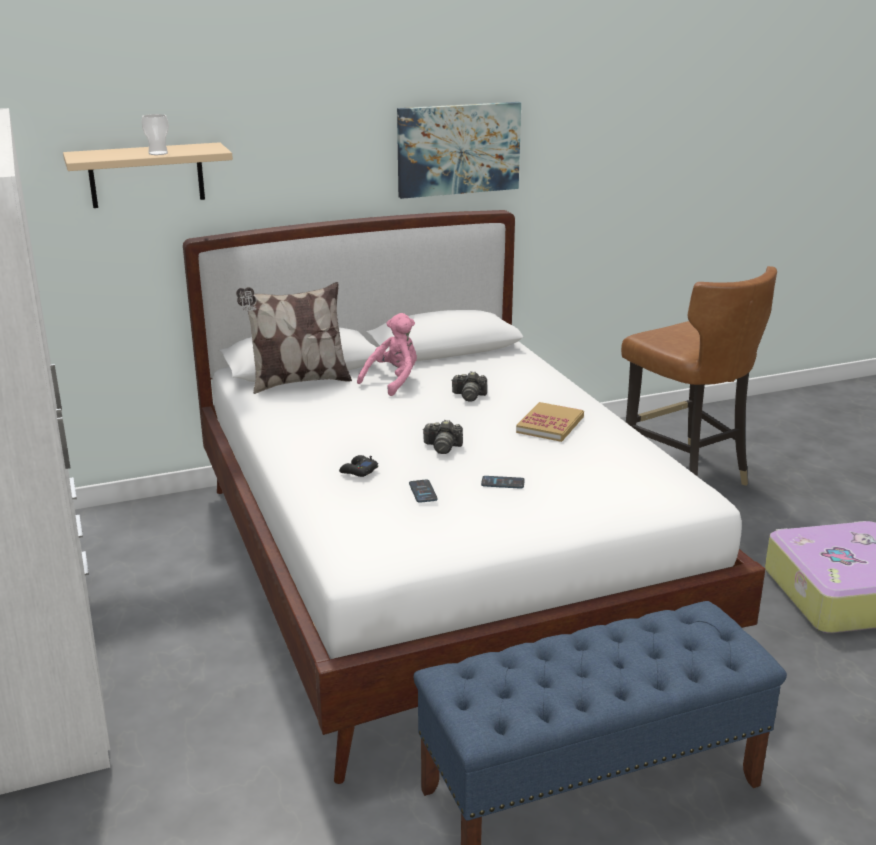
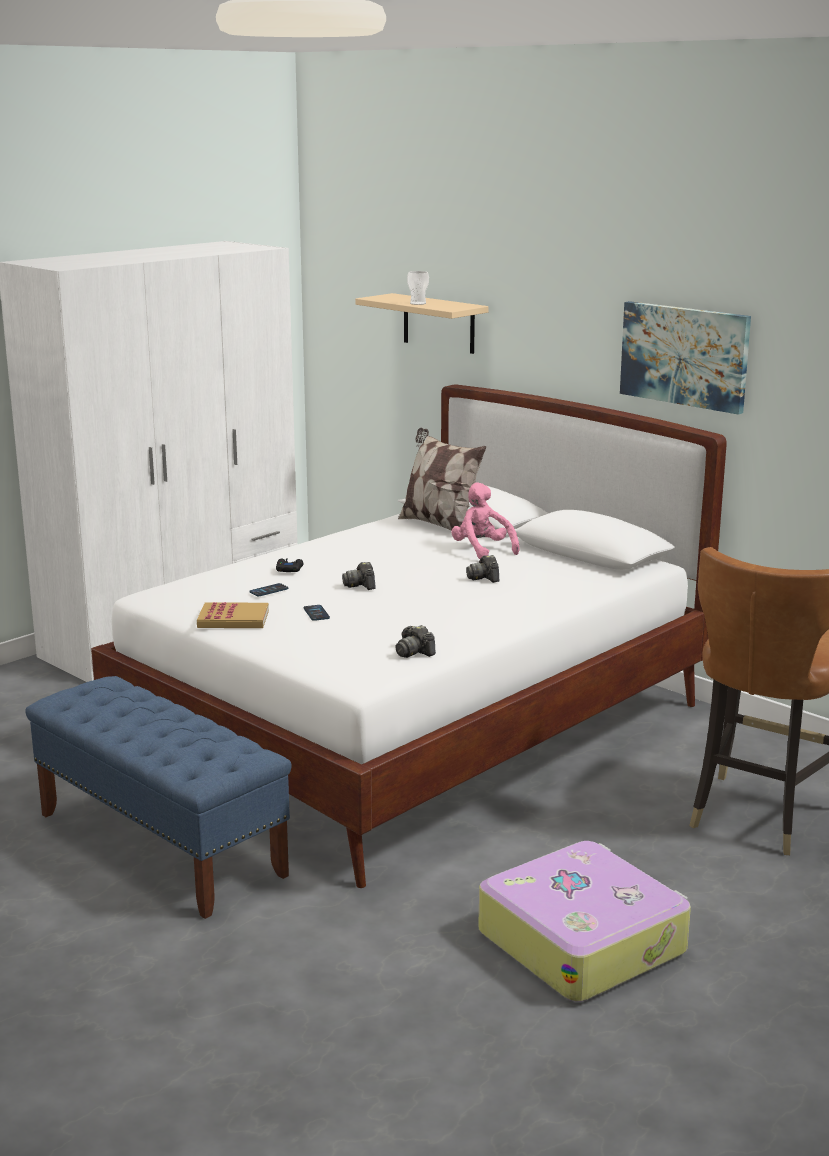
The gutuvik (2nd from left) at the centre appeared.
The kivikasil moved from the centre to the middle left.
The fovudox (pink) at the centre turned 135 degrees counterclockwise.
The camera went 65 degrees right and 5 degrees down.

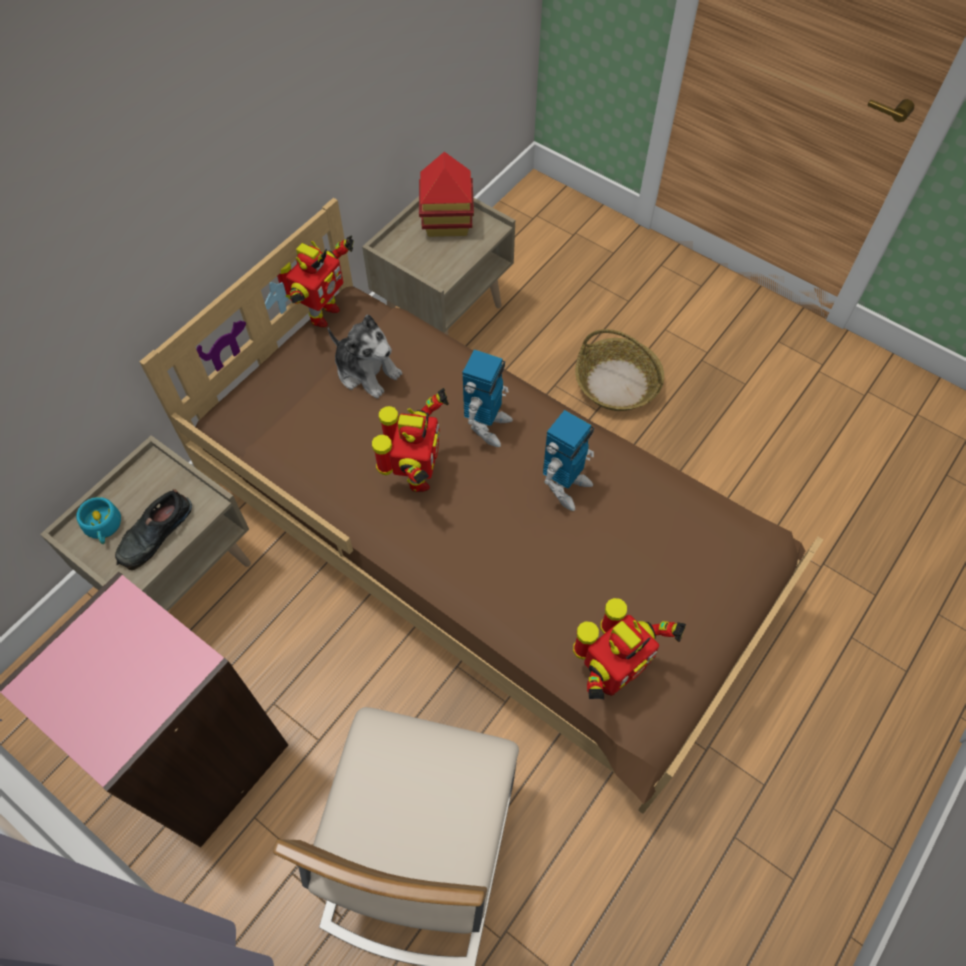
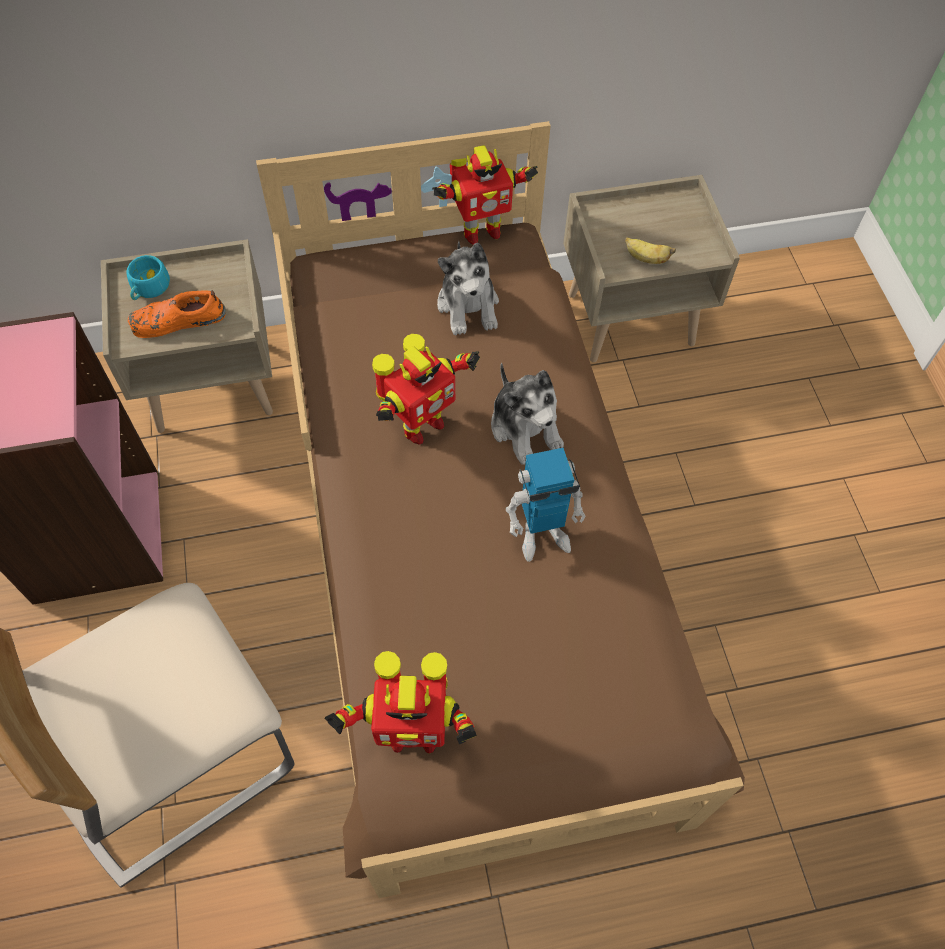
The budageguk at the top centre disappeared.
The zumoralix at the centre disappeared.
The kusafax at the top right appeared.
The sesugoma (3rd from left) at the centre was replaced by the fovudox (2nd from left) at the centre.
The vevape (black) at the middle left became the vevape (orange) at the top left.
The camera went 40 degrees right and 0 degrees up.

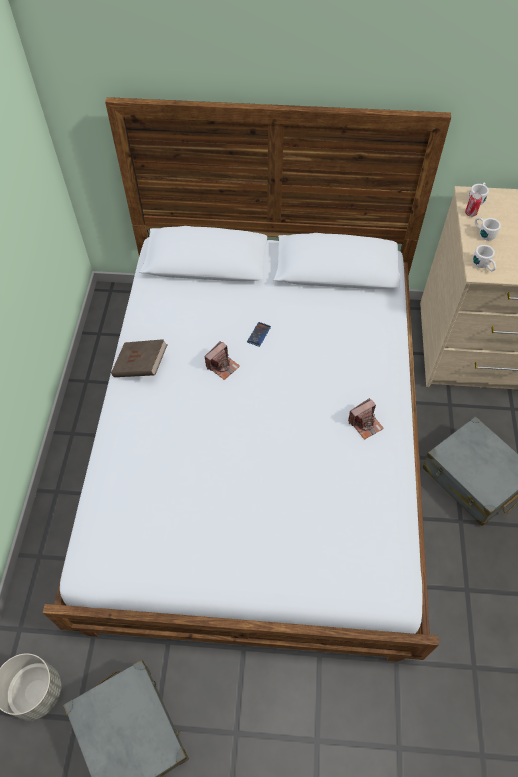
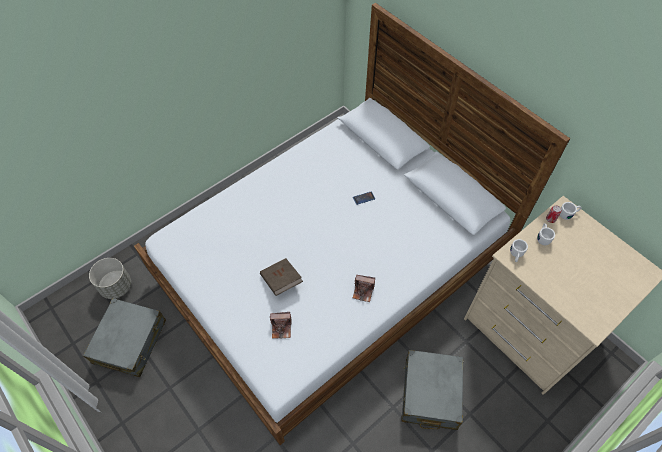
The kivikasil (brown) moved from the middle left to the centre.
The gutuvik (1st from left) moved from the centre to the bottom centre.
The camera went 45 degrees right and 0 degrees up.

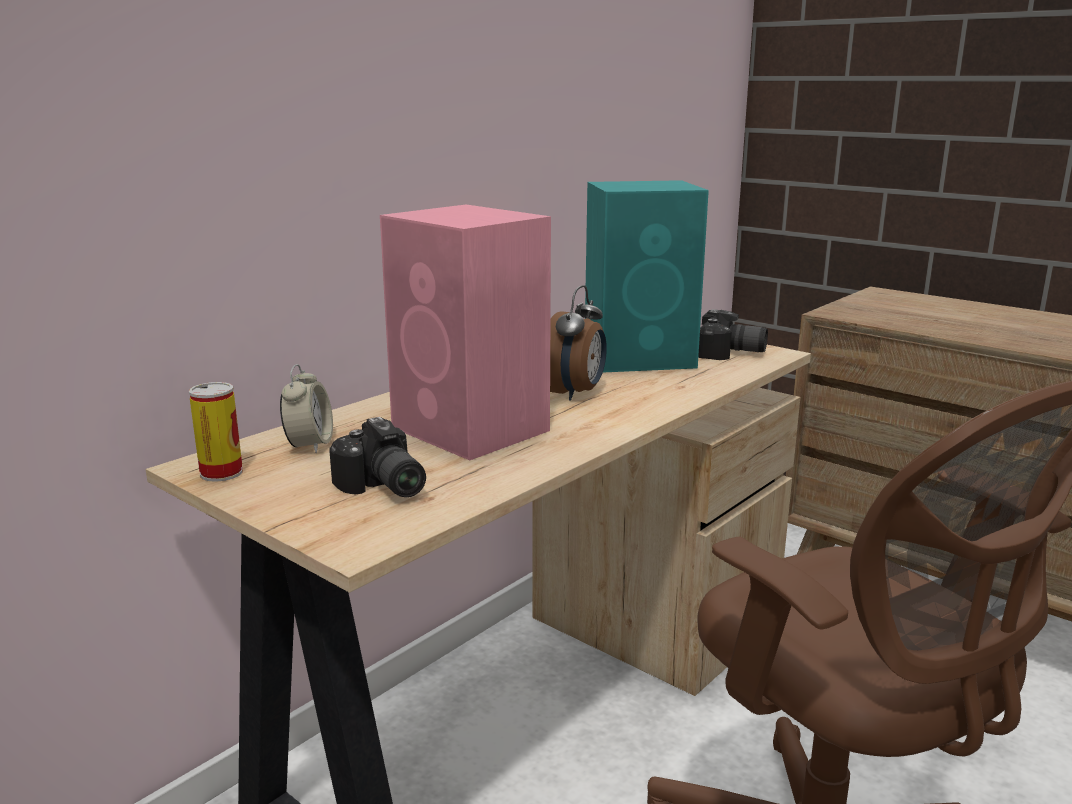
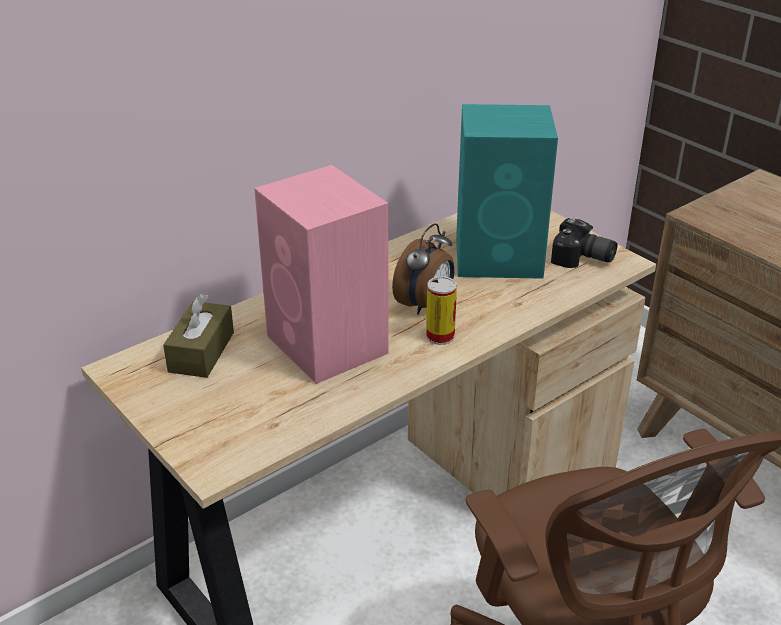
The gutuvik (1st from left) at the centre disappeared.
The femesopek moved from the middle left to the centre.
The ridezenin (1st from left) at the middle left was replaced by the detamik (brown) at the middle left.
The camera went 10 degrees right and 15 degrees up.

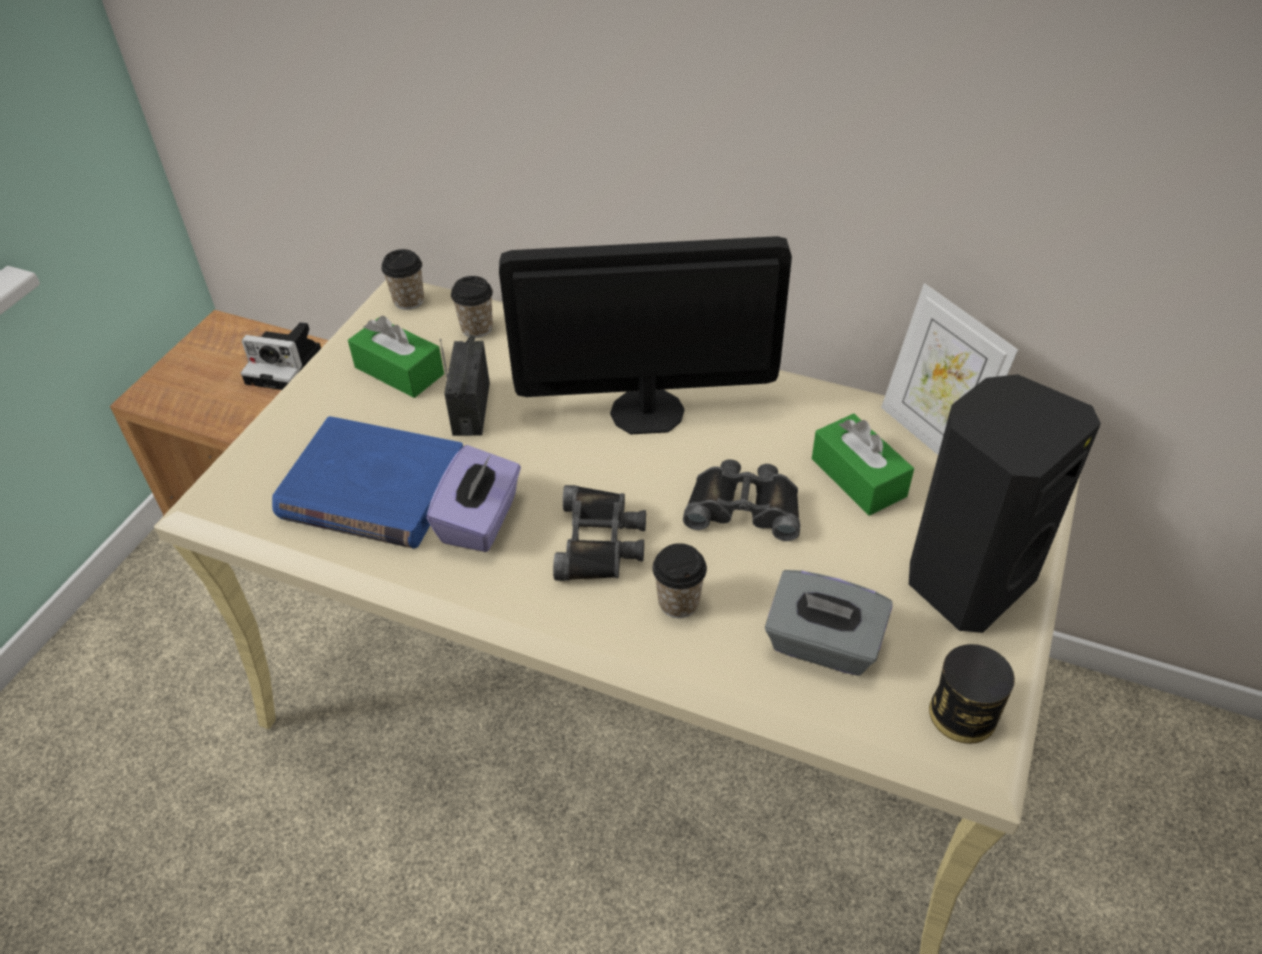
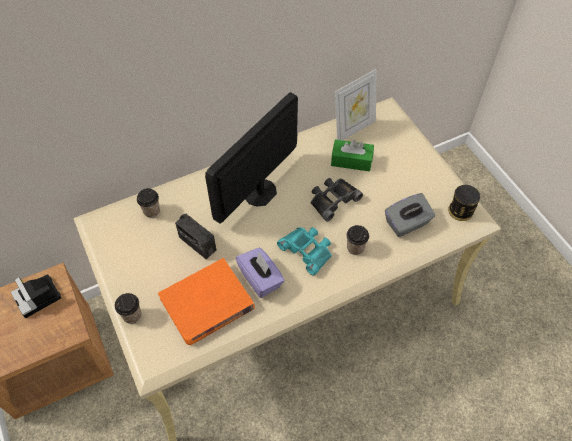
The detamik (green) (1st from left) at the middle left disappeared.
The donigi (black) at the middle right disappeared.
The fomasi (1st from left) moved from the top left to the bottom left.
The kivikasil (blue) at the middle left became the kivikasil (orange) at the bottom centre.
The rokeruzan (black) (1st from left) at the centre became the rokeruzan (turquoise) at the centre.
The gutuvik at the middle left turned 90 degrees clockwise.
The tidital at the middle right turned 45 degrees counterclockwise.
The camera went 50 degrees left and 10 degrees up.

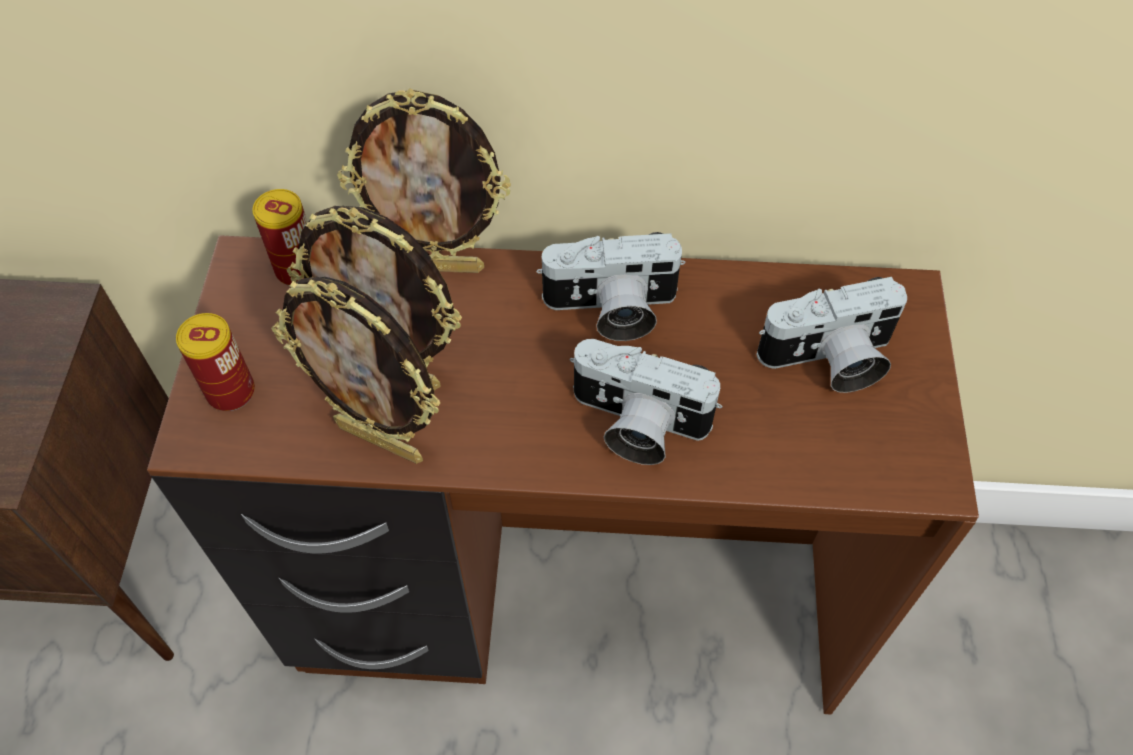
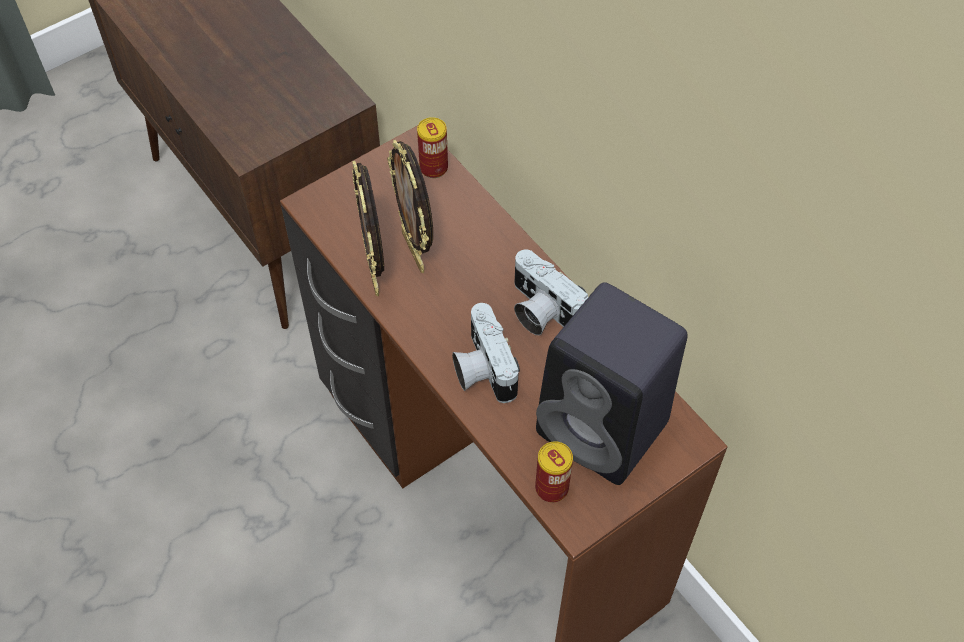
The tidital (3rd from left) at the top centre disappeared.
The femesopek (1st from left in the first image) moved from the middle left to the bottom centre.
The gutuvik (3rd from left) at the middle right was replaced by the donigi (black) at the centre.
The camera went 50 degrees right and 0 degrees up.

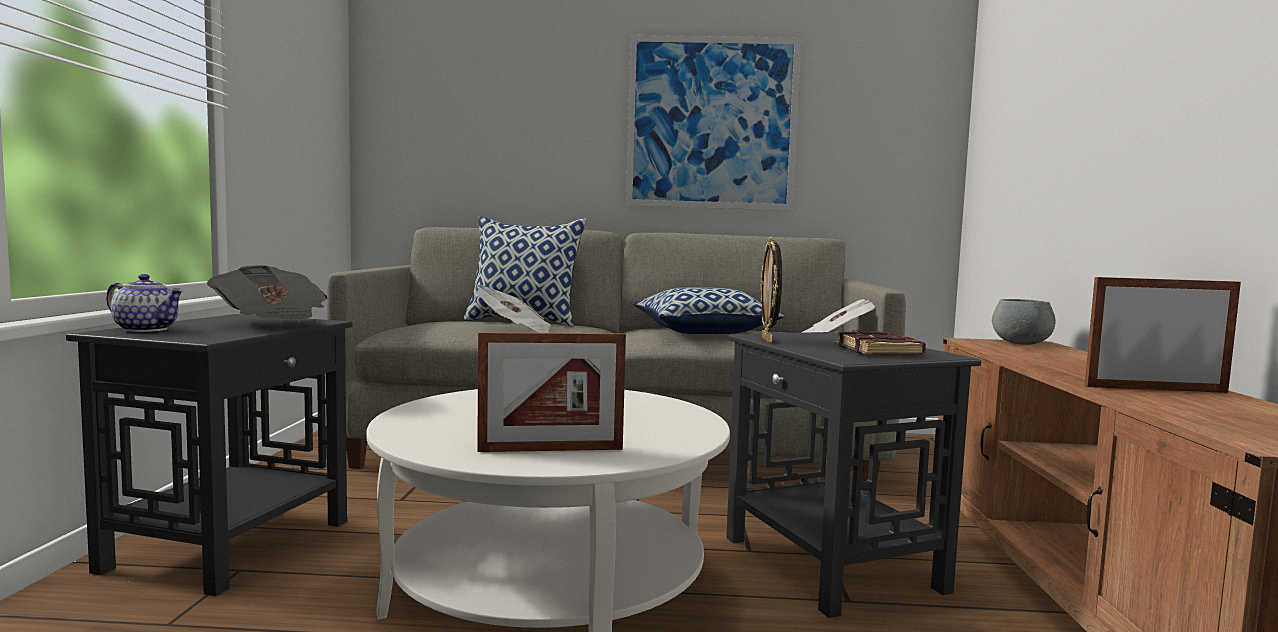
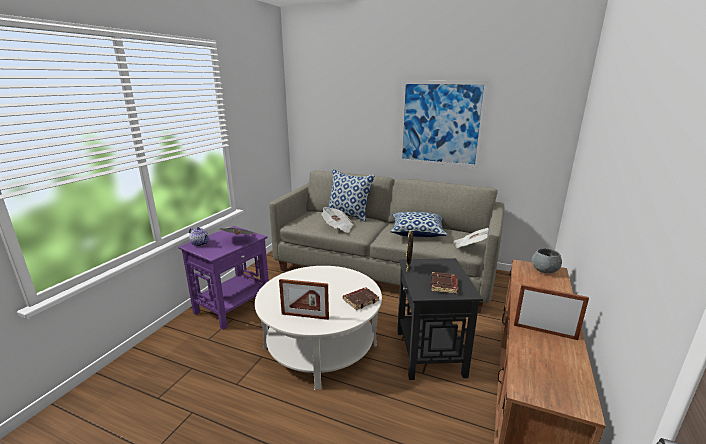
The kivikasil (brown) (1st from left) at the bottom centre appeared.
The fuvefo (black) (1st from left) at the bottom left became the fuvefo (purple) at the middle left.
The camera went 20 degrees right and 15 degrees up.

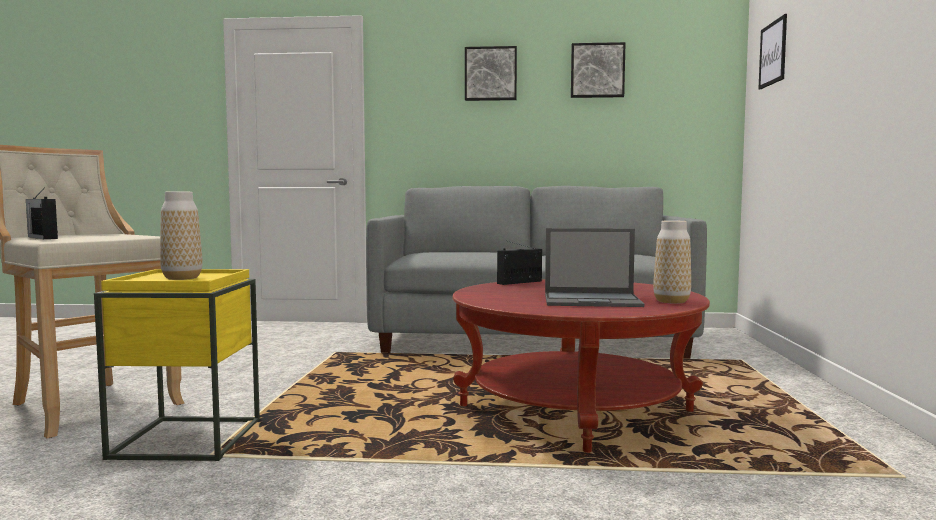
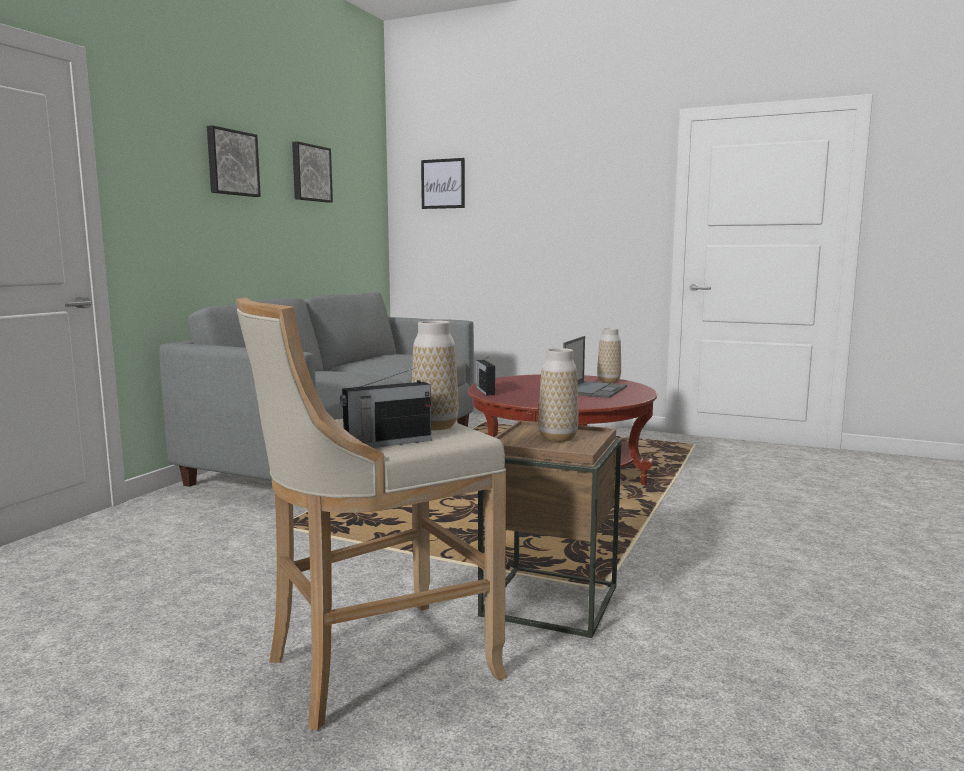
The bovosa (1st from left) at the centre appeared.
The fuvefo (yellow) at the bottom left became the fuvefo (brown) at the bottom centre.
The camera went 70 degrees left and 5 degrees up.

